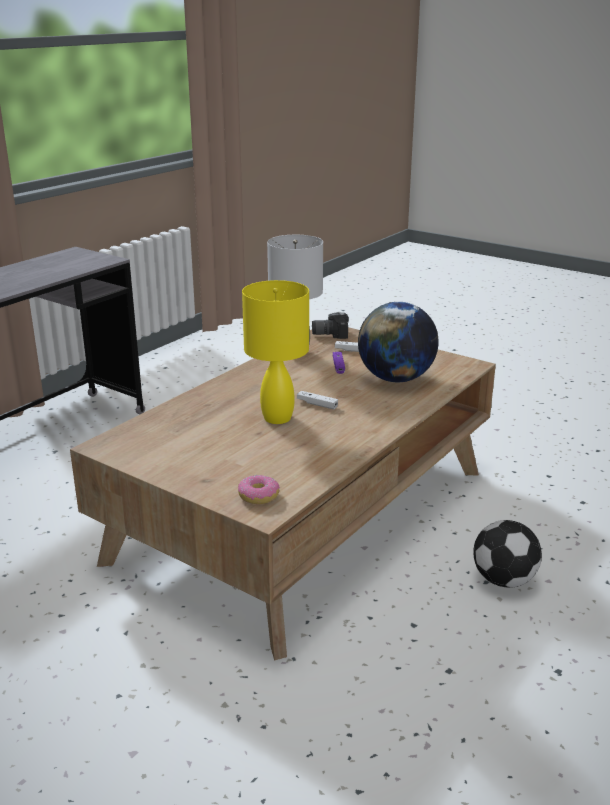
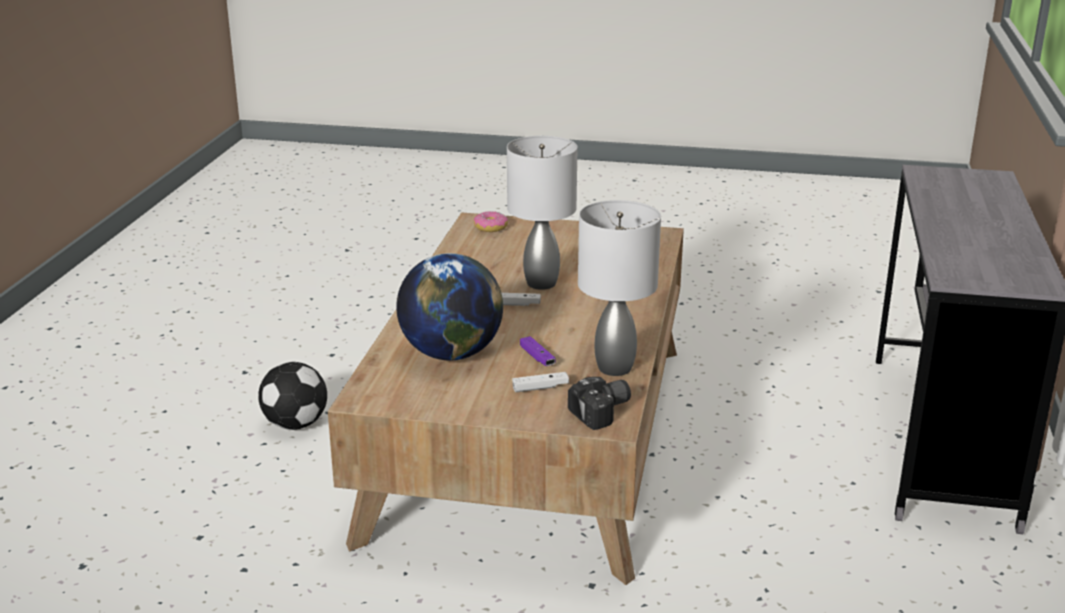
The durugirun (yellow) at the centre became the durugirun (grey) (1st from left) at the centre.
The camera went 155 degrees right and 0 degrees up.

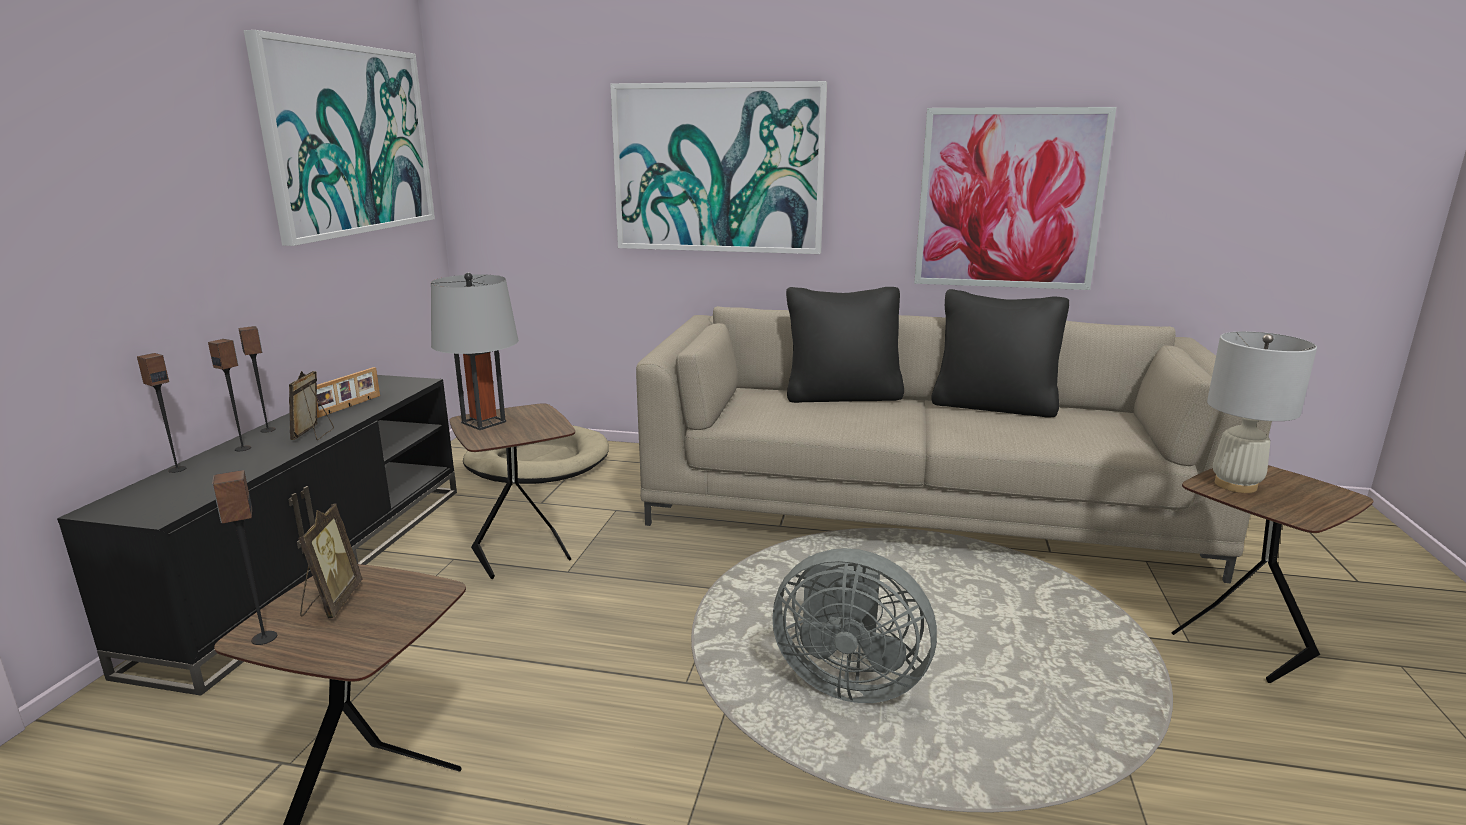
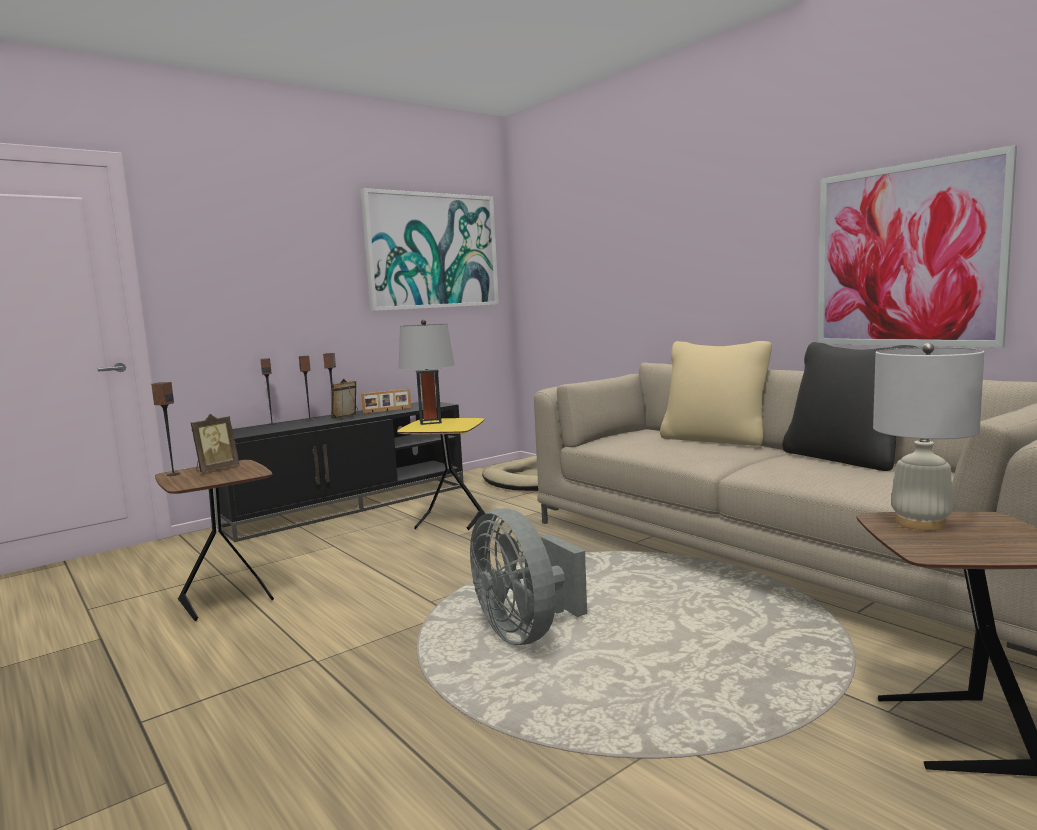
The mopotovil (2nd from left) at the top centre disappeared.
The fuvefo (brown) (2nd from left) at the centre became the fuvefo (yellow) at the centre.
The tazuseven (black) (1st from left) at the centre became the tazuseven (beige) at the middle right.
The camera went 40 degrees right and 10 degrees down.

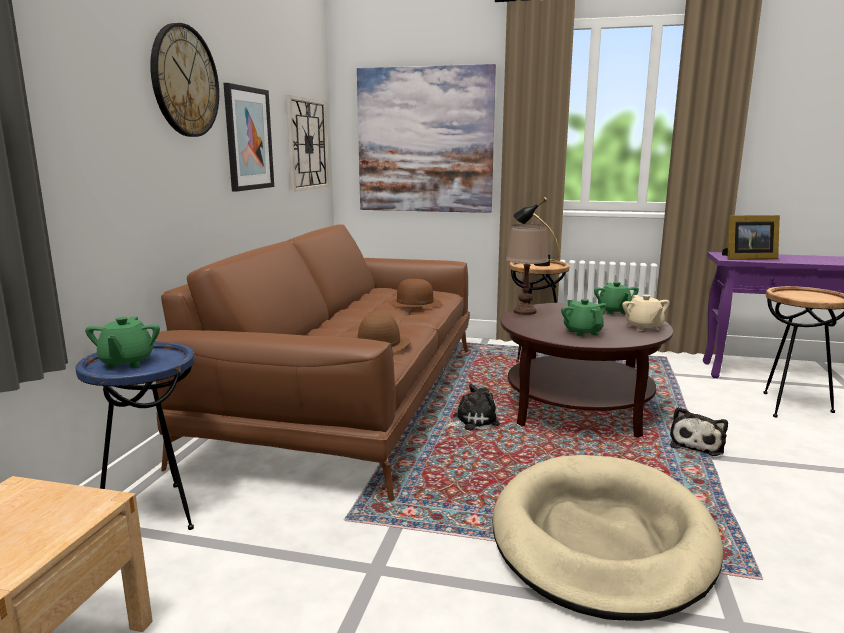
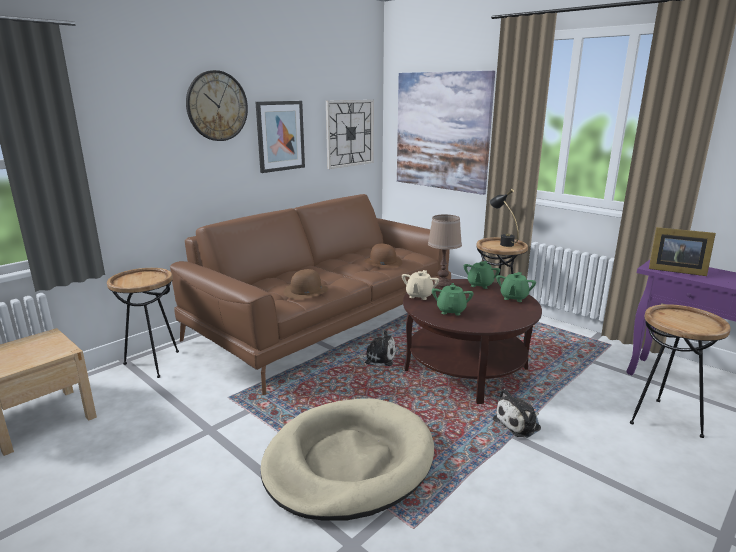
The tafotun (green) (1st from left in the first image) moved from the middle left to the centre.
The tafotun (beige) moved from the middle right to the centre.
The fuvefo (blue) at the bottom left became the fuvefo (brown) (1st from left) at the middle left.
The camera went 30 degrees right and 5 degrees up.

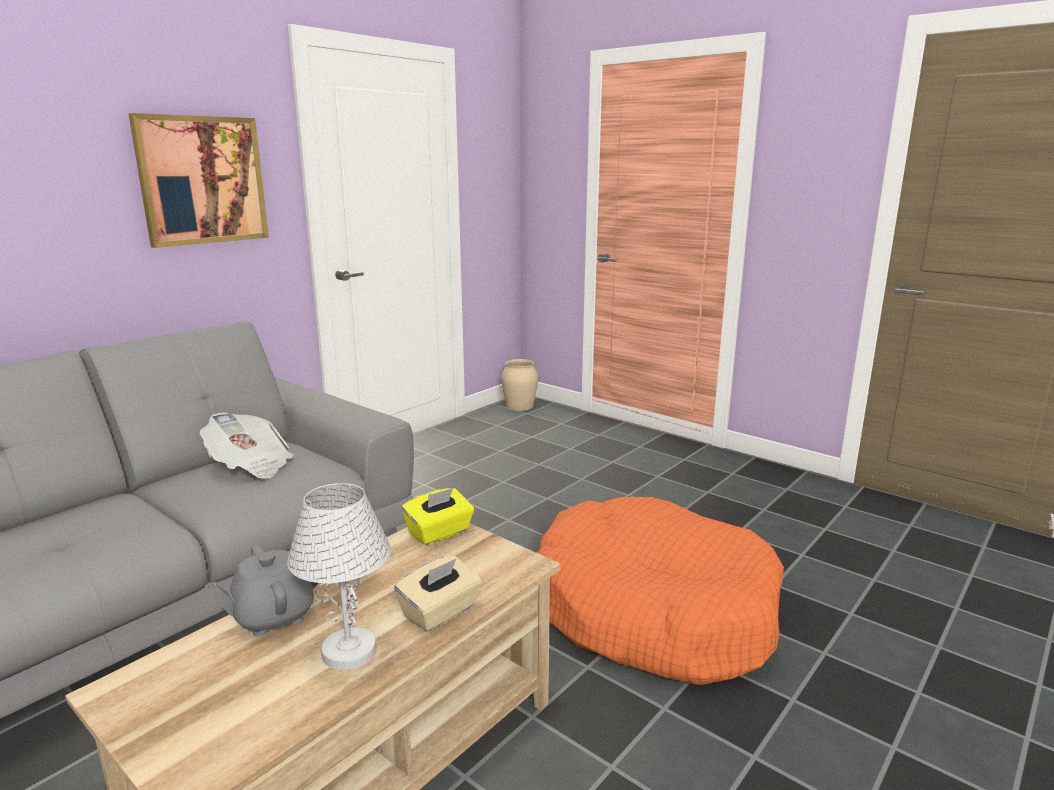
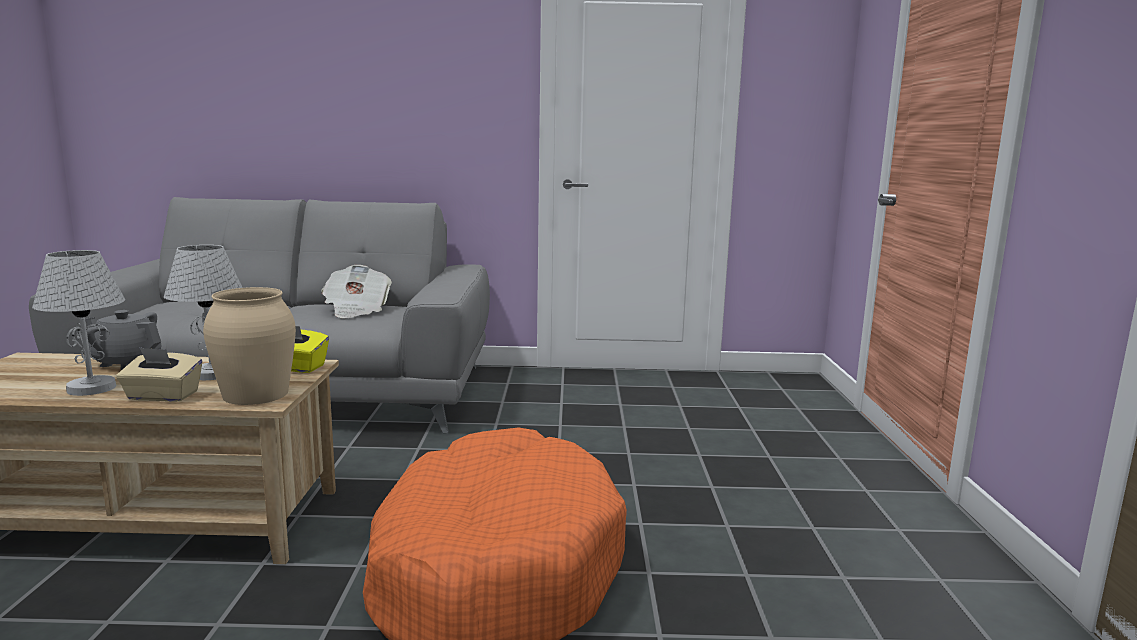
The mopotovil at the top left disappeared.
The durugirun (white) (2nd from left) at the middle left appeared.
The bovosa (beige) moved from the centre to the middle left.
The camera went 50 degrees right and 5 degrees down.

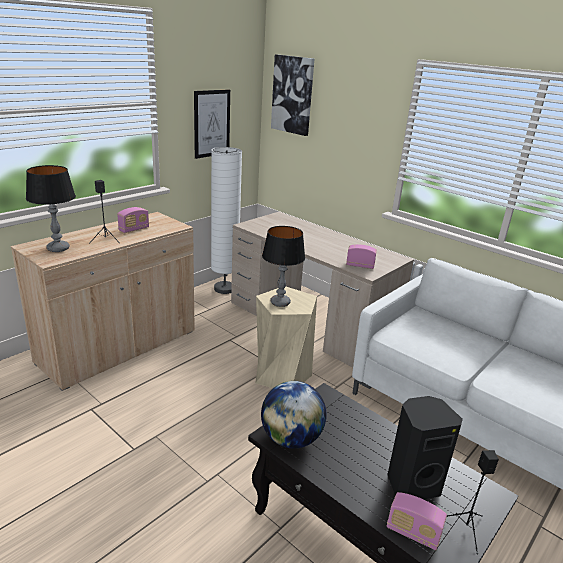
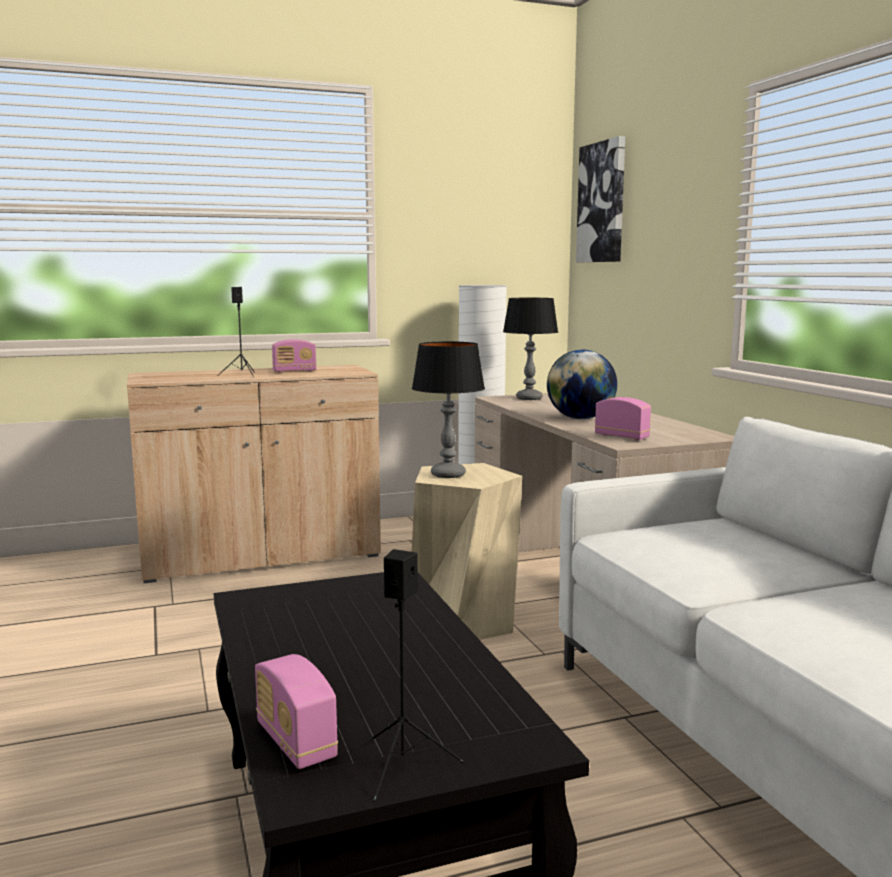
The mopotovil (1st from left) at the top centre disappeared.
The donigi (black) (2nd from left) at the bottom right disappeared.
The durugirun (1st from left in the first image) moved from the middle left to the centre.
The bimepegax moved from the bottom centre to the centre.
The camera went 30 degrees right and 15 degrees down.

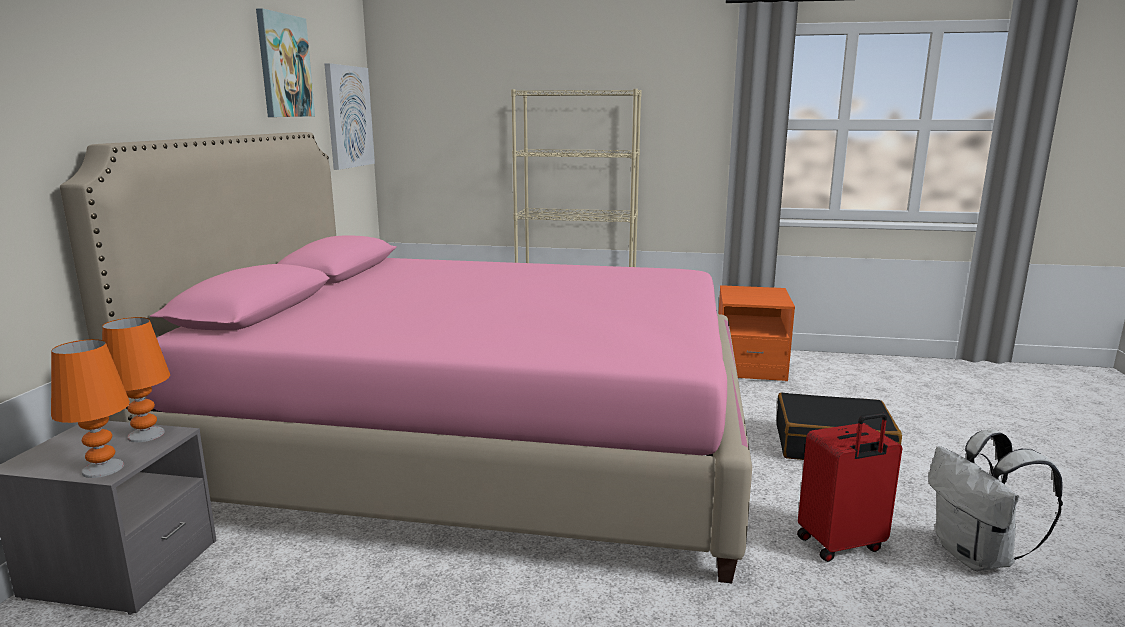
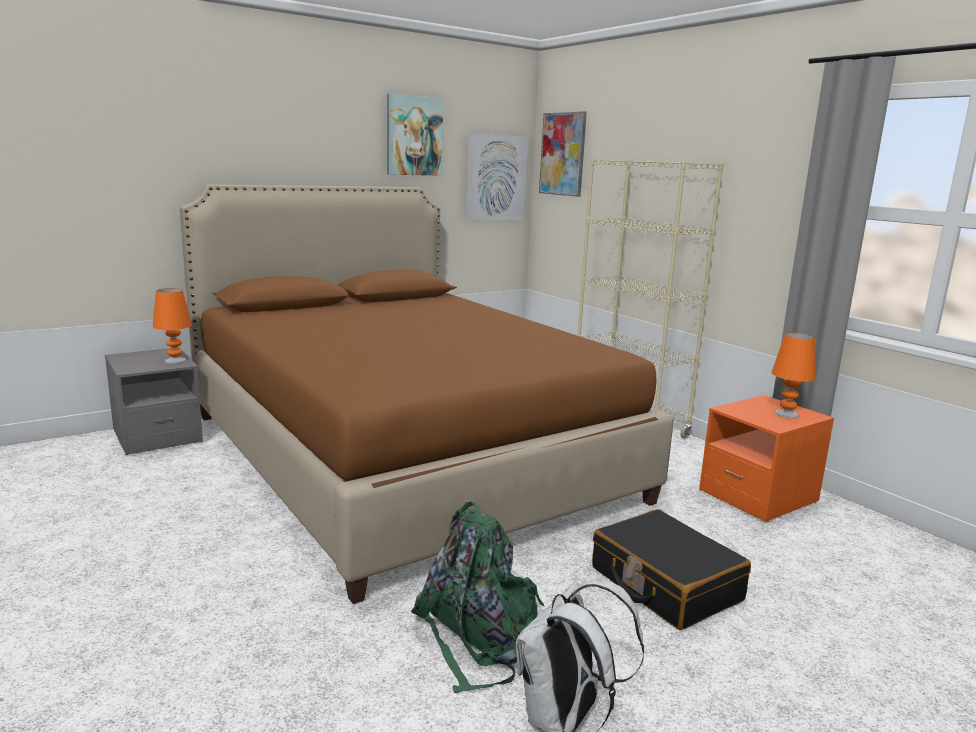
The mopotovil (3rd from left) at the top centre appeared.
The durugirun (orange) (1st from left in the first image) moved from the middle left to the middle right.
The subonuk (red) at the bottom right was replaced by the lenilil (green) at the bottom centre.
The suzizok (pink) at the centre became the suzizok (brown) at the centre.
The camera went 45 degrees right and 0 degrees up.

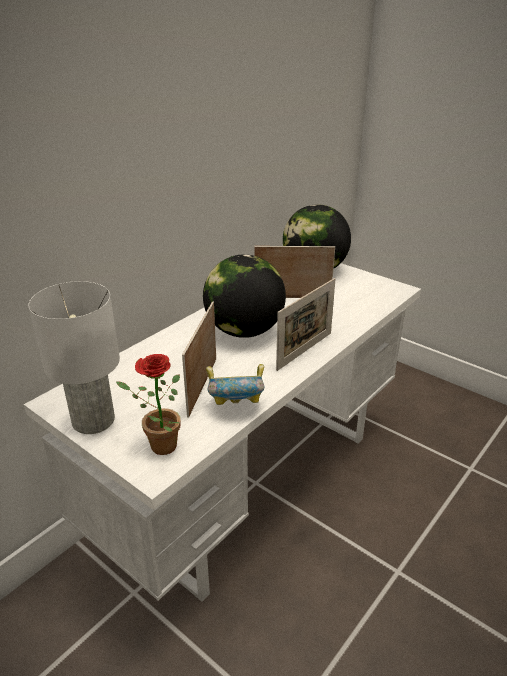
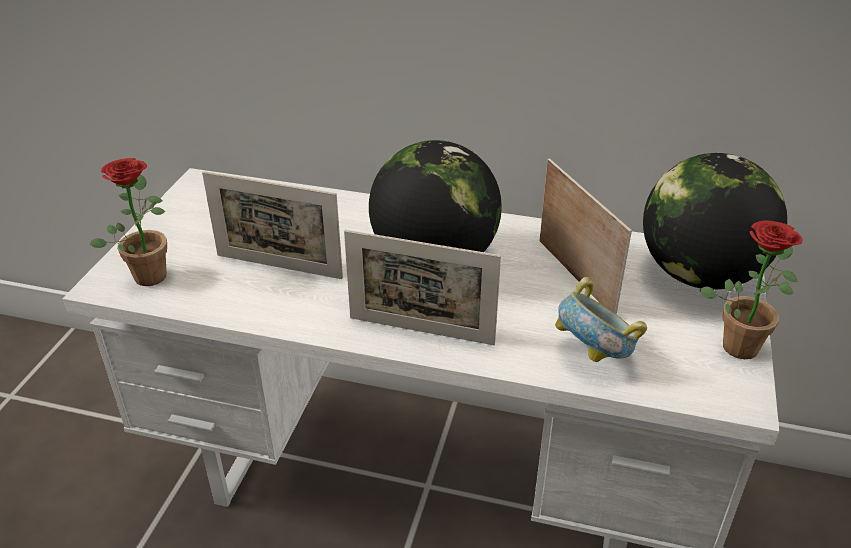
The durugirun (white) at the middle left disappeared.
The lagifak (2nd from left) at the middle right appeared.
The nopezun moved from the centre to the middle right.
The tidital (1st from left) at the centre turned 150 degrees counterclockwise.
The camera went 65 degrees right and 5 degrees up.

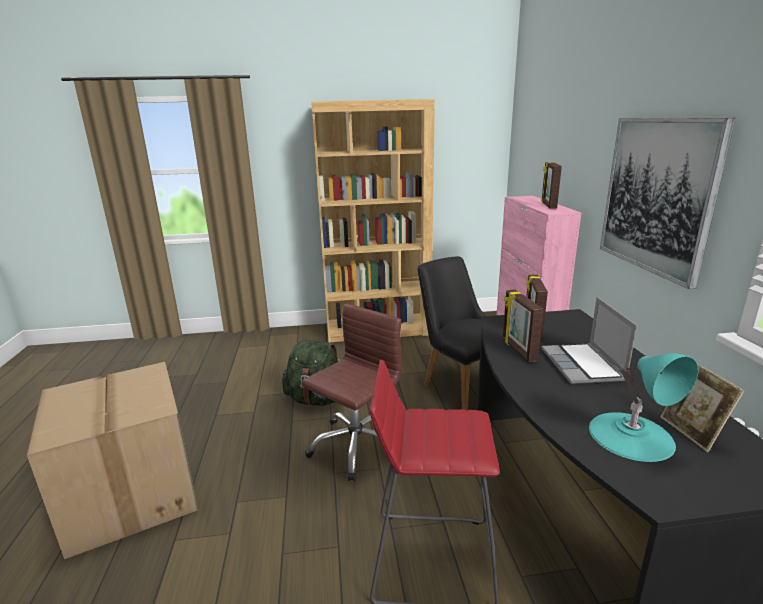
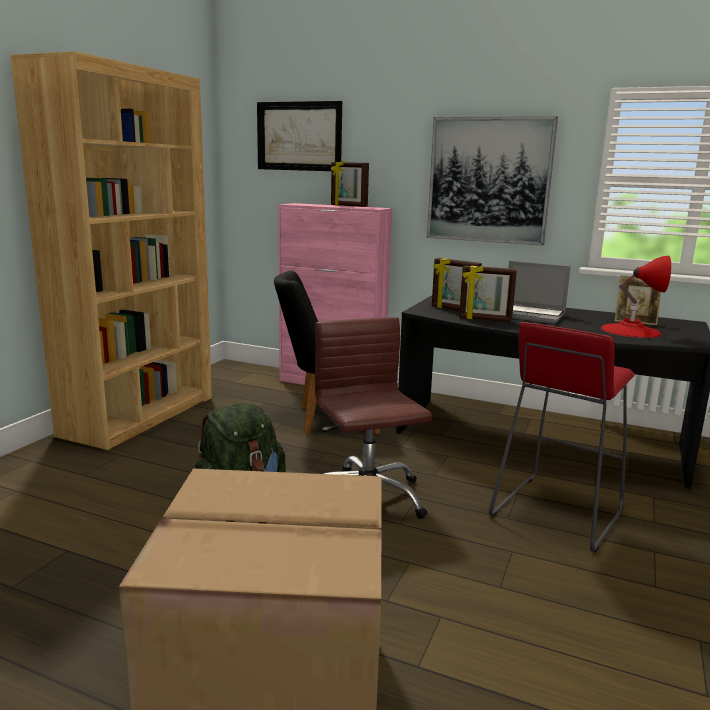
The mopotovil (1st from left) at the top centre appeared.
The durugirun (turquoise) at the bottom right became the durugirun (red) at the middle right.
The camera went 60 degrees left and 5 degrees down.

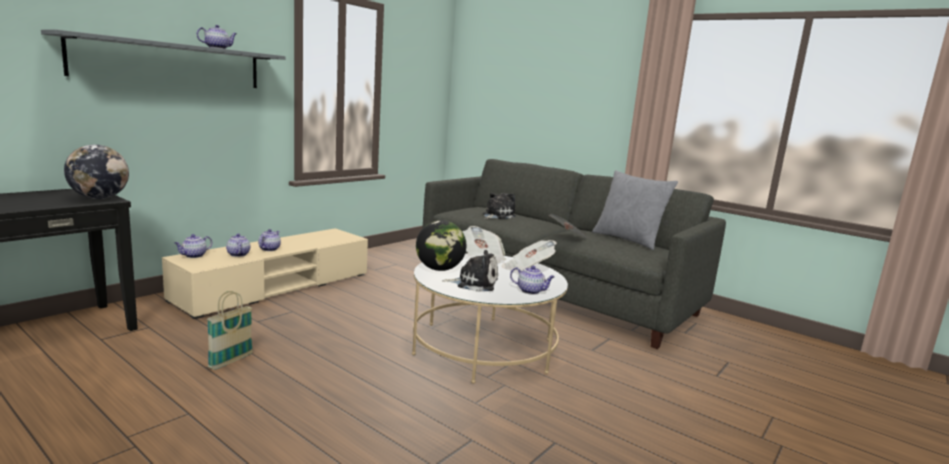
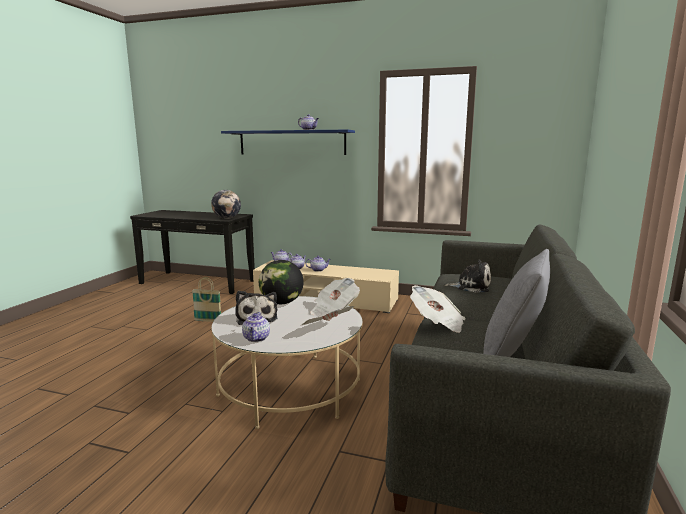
The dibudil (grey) at the top left became the dibudil (blue) at the top centre.
The camera went 70 degrees right and 0 degrees up.

